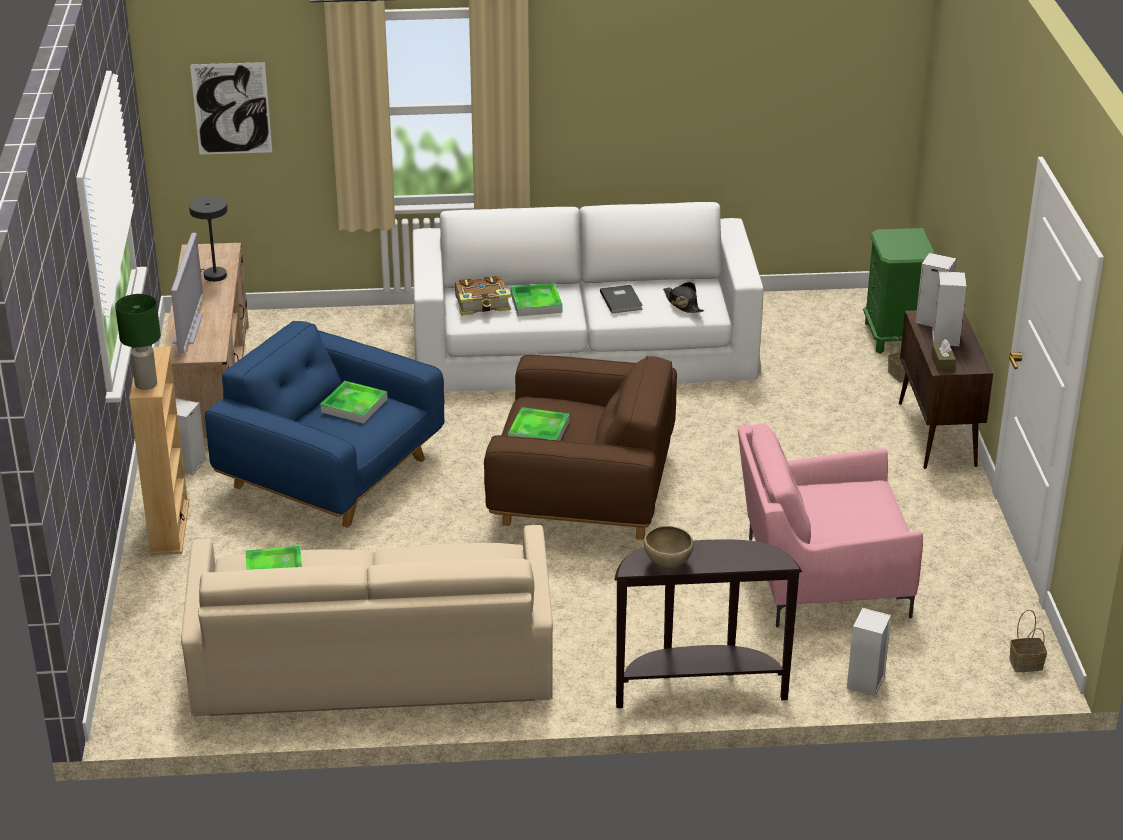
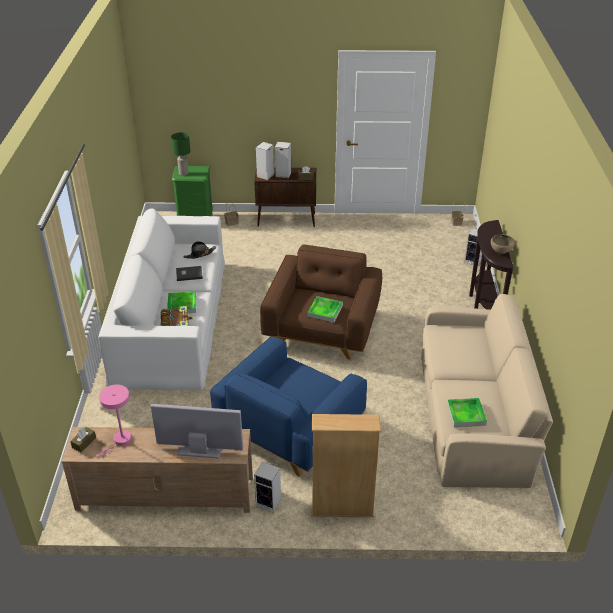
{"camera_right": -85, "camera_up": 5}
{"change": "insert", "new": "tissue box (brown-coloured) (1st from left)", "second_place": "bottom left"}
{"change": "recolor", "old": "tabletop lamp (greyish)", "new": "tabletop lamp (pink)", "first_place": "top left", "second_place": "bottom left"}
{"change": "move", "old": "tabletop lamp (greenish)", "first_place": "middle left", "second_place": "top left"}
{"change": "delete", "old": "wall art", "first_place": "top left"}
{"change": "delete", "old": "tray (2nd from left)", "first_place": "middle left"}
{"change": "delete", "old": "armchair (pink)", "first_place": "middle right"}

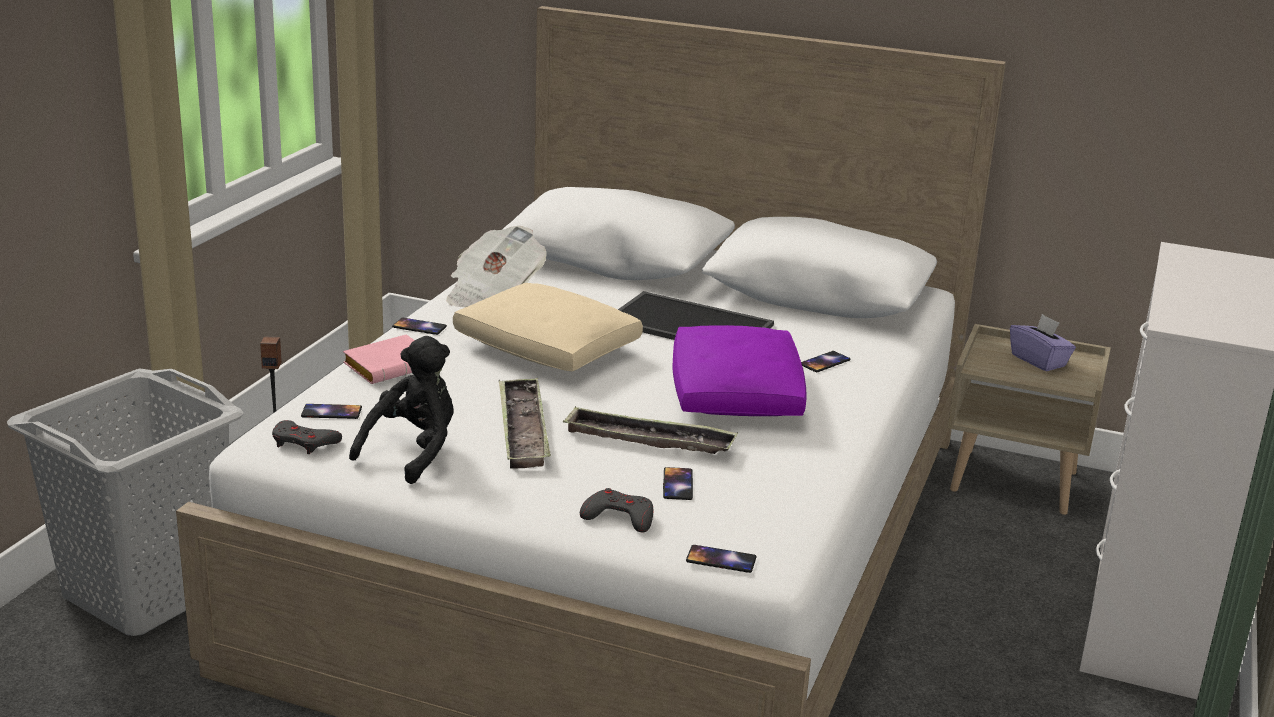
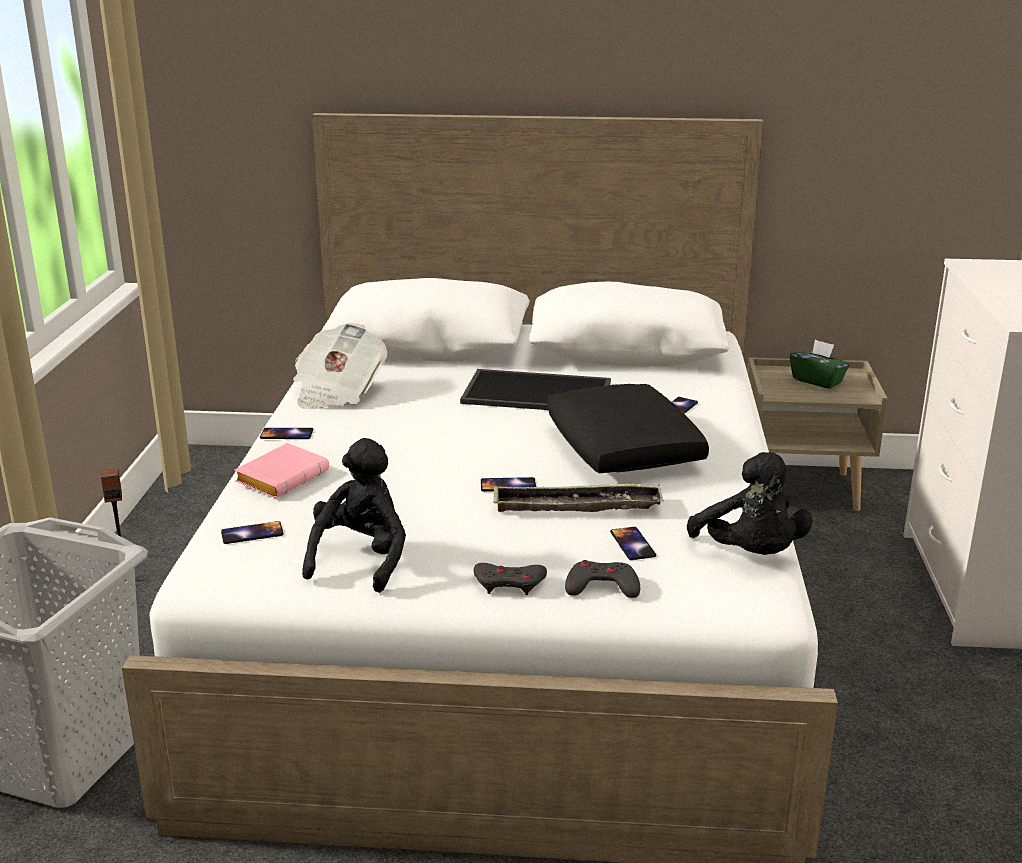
{"camera_right": -15, "camera_up": 0}
{"change": "move", "old": "joypad (greyish) (1st from left)", "first_place": "middle left", "second_place": "bottom centre"}
{"change": "move", "old": "phone (4th from left in the first image)", "new": "phone (3rd from left)", "first_place": "bottom centre", "second_place": "centre"}
{"change": "recolor", "old": "cushion (purple)", "new": "cushion (black)", "first_place": "centre", "second_place": "centre"}
{"change": "insert", "new": "plush toy (black) (2nd from left)", "second_place": "middle right"}
{"change": "recolor", "old": "tissue box (purple)", "new": "tissue box (greenish)", "first_place": "middle right", "second_place": "middle right"}
{"change": "delete", "old": "cushion (beige)", "first_place": "centre"}
{"change": "delete", "old": "tray (1st from left)", "first_place": "centre"}

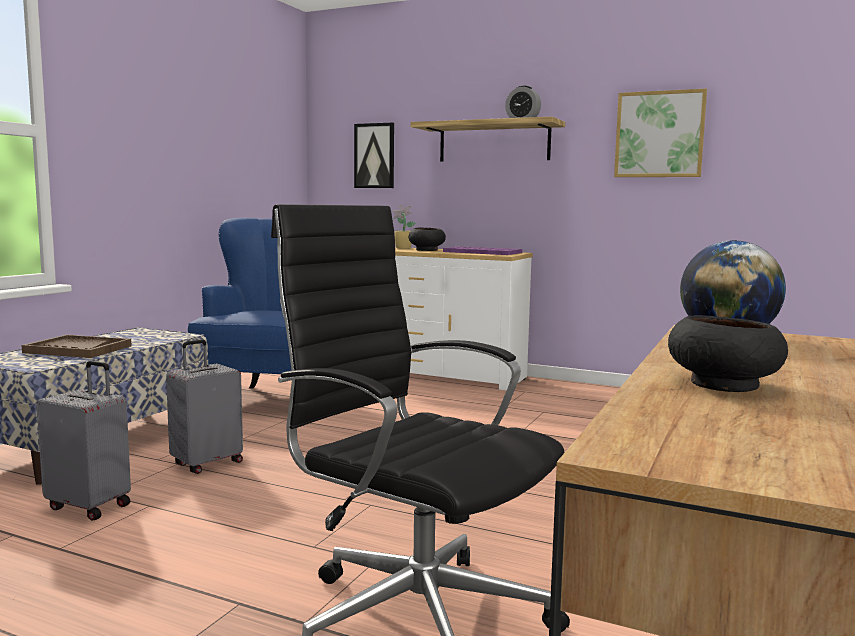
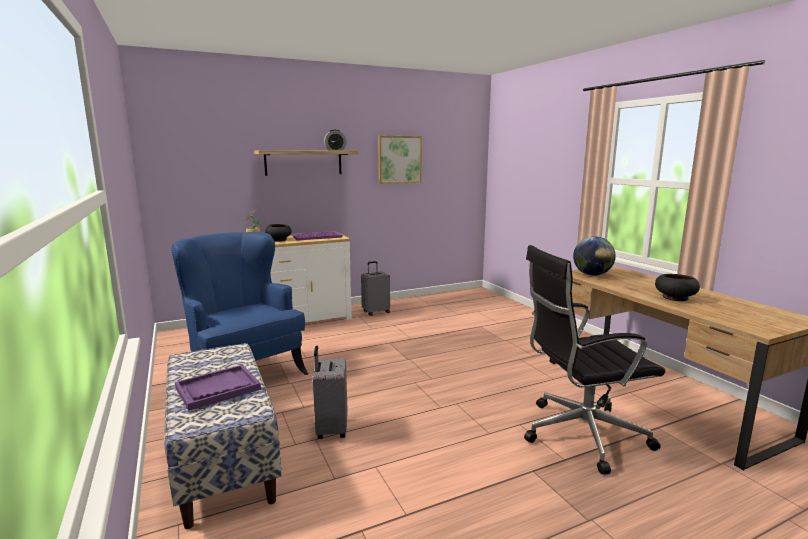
{"camera_right": -50, "camera_up": 5}
{"change": "recolor", "old": "tray (brown-coloured)", "new": "tray (purple) (1st from left)", "first_place": "middle left", "second_place": "bottom left"}
{"change": "move", "old": "suitcase (greyish) (1st from left in the first image)", "new": "suitcase (greyish) (2nd from left)", "first_place": "bottom left", "second_place": "centre"}
{"change": "delete", "old": "wall art (1st from left)", "first_place": "top centre"}

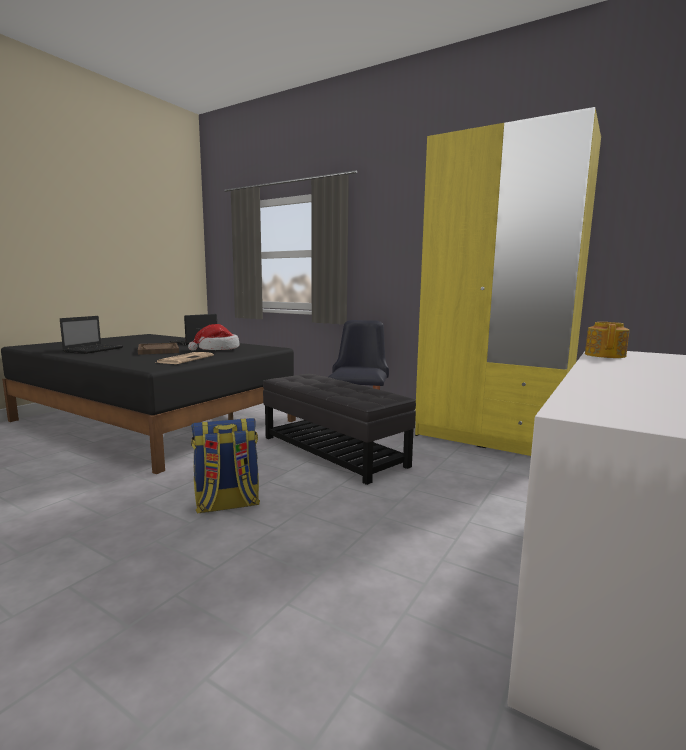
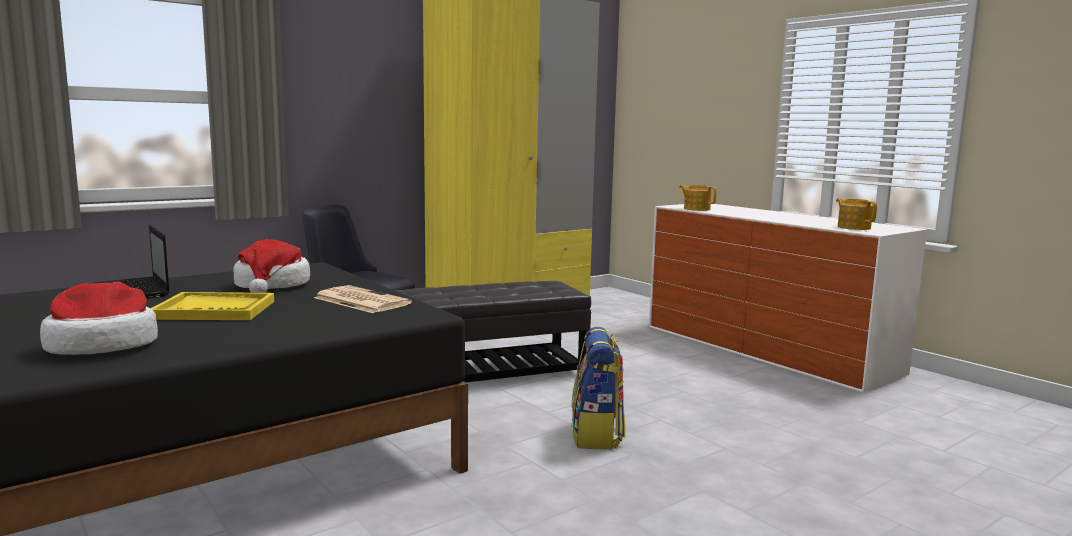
{"camera_right": -70, "camera_up": 0}
{"change": "replace", "old": "portable computer (1st from left)", "new": "wearable hat (1st from left)", "first_place": "middle left", "second_place": "middle left"}
{"change": "recolor", "old": "tray (brown-coloured)", "new": "tray (yellow)", "first_place": "middle left", "second_place": "middle left"}
{"change": "insert", "new": "pot for tea (2nd from left)", "second_place": "middle right"}

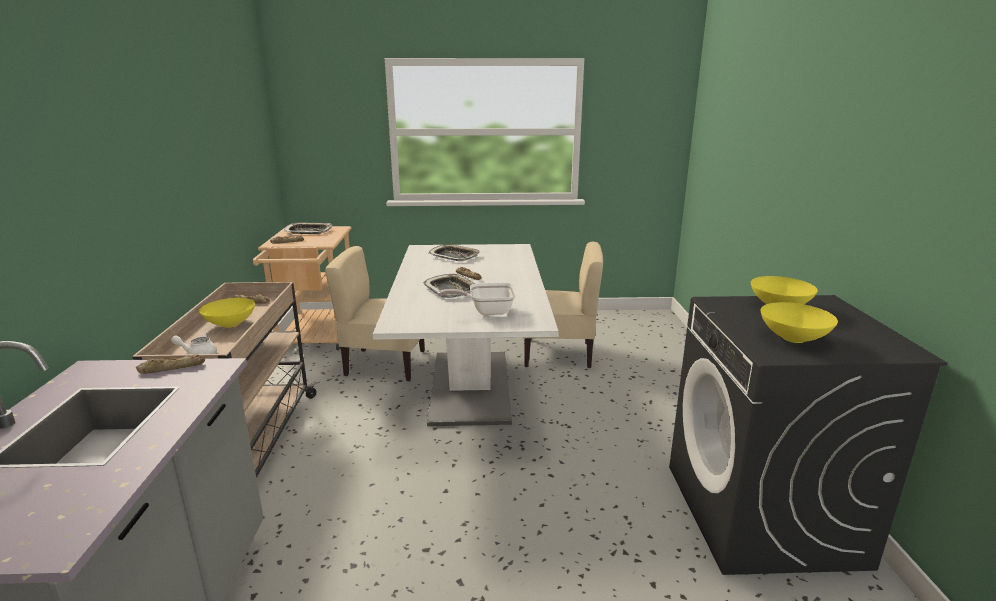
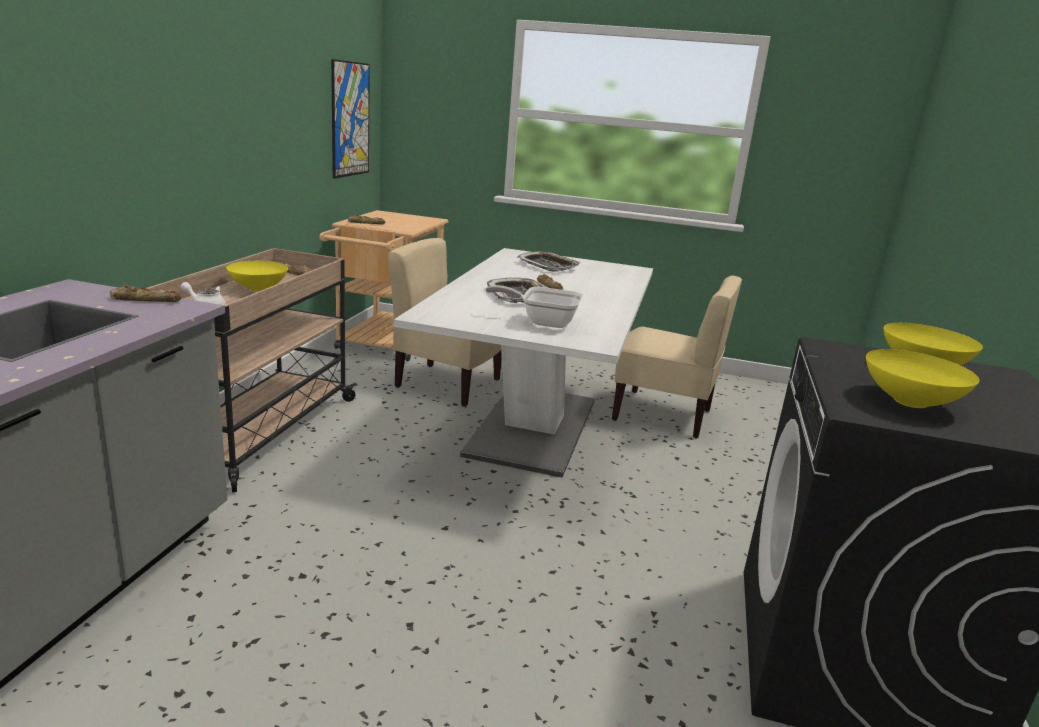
{"camera_right": 15, "camera_up": 0}
{"change": "insert", "new": "wall art", "second_place": "top centre"}
{"change": "delete", "old": "tray (1st from left)", "first_place": "middle left"}

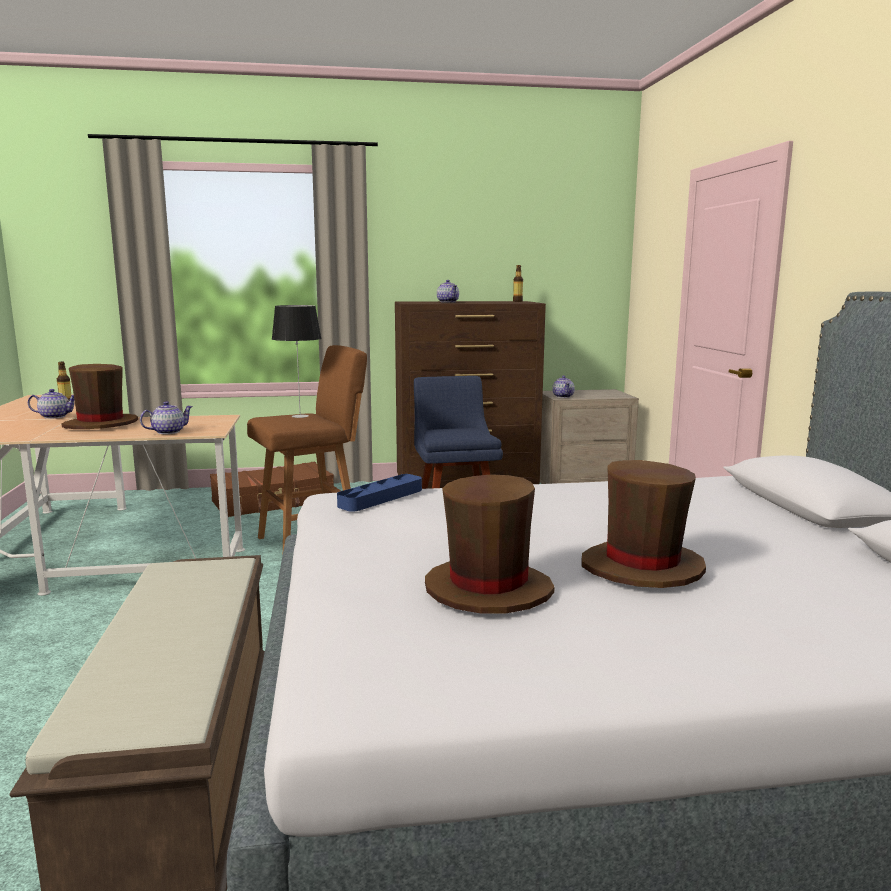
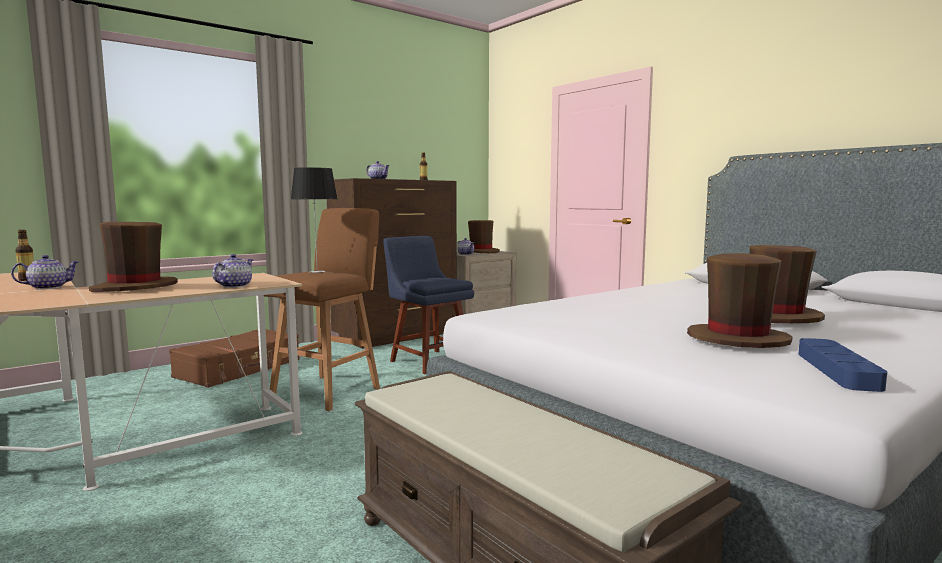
{"camera_right": -30, "camera_up": -5}
{"change": "insert", "new": "wearable hat (brown-coloured) (2nd from left)", "second_place": "centre"}
{"change": "move", "old": "tray (blue)", "first_place": "centre", "second_place": "middle right"}

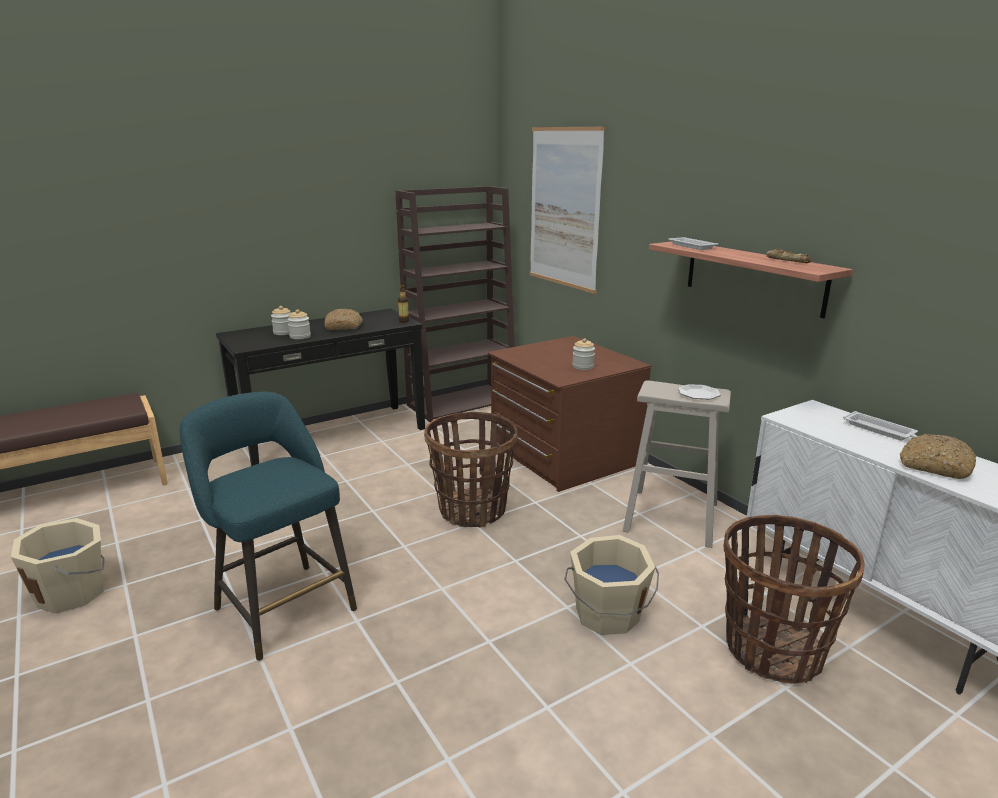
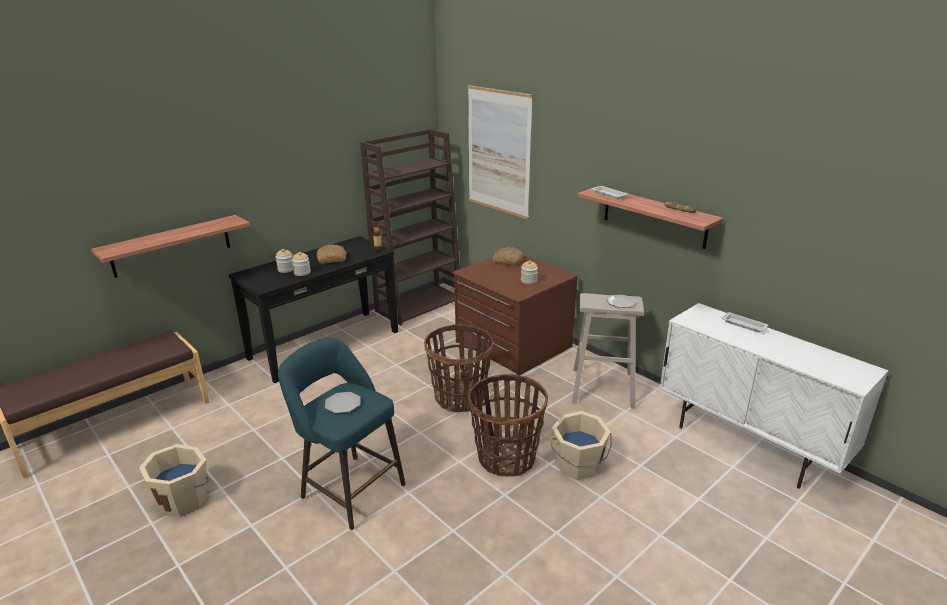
{"camera_right": -10, "camera_up": 5}
{"change": "insert", "new": "wall shelf (1st from left)", "second_place": "middle left"}
{"change": "insert", "new": "flat dish (1st from left)", "second_place": "centre"}
{"change": "move", "old": "household basket (2nd from left)", "first_place": "bottom right", "second_place": "bottom centre"}
{"change": "move", "old": "baked bread (3rd from left in the first image)", "new": "baked bread (2nd from left)", "first_place": "middle right", "second_place": "centre"}

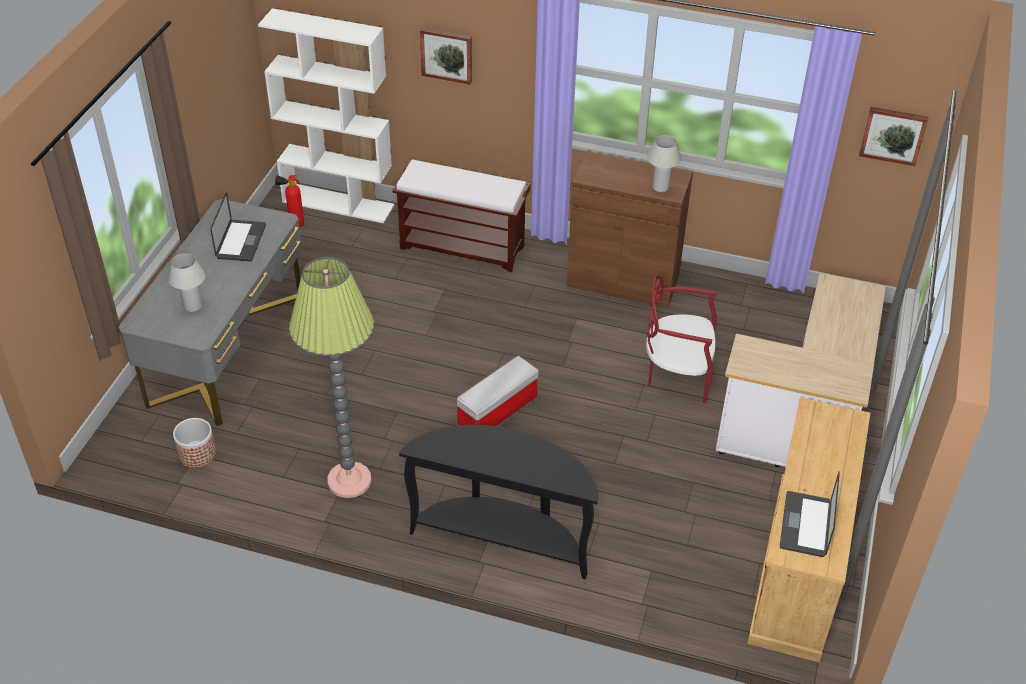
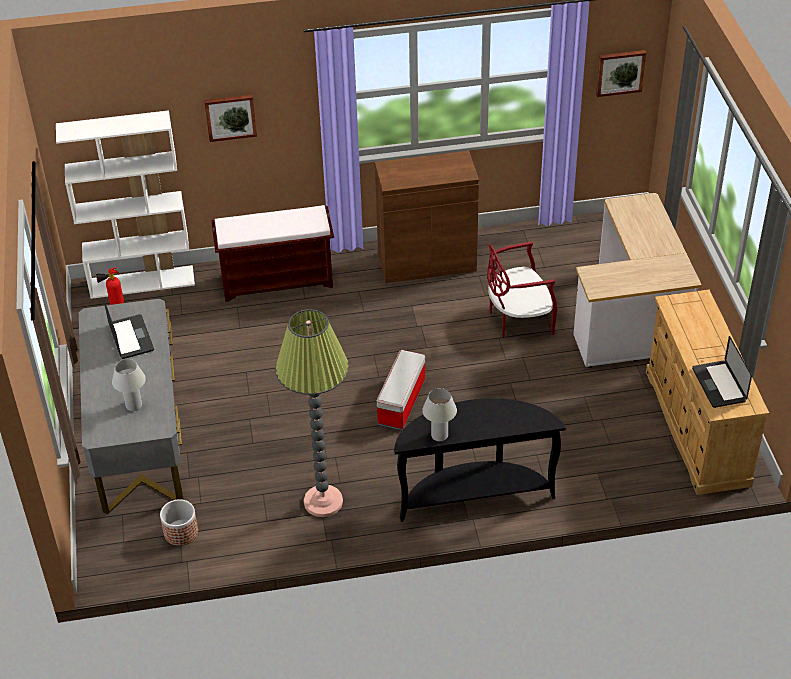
{"camera_right": -25, "camera_up": 0}
{"change": "move", "old": "tabletop lamp (whitish) (2nd from left)", "first_place": "top centre", "second_place": "centre"}

